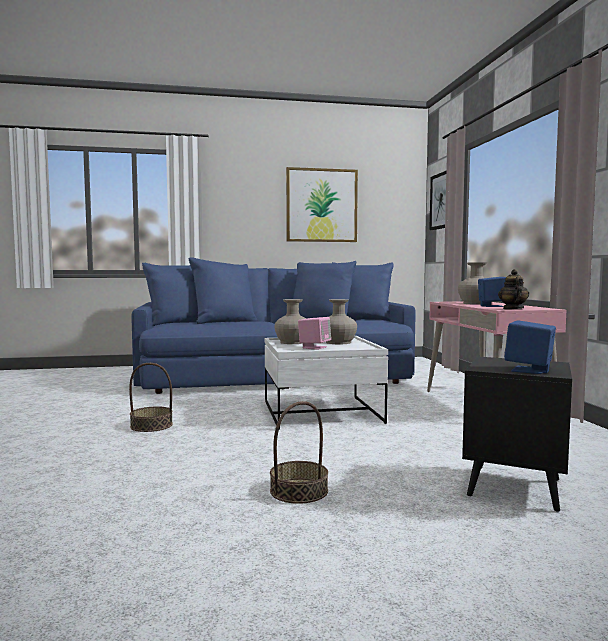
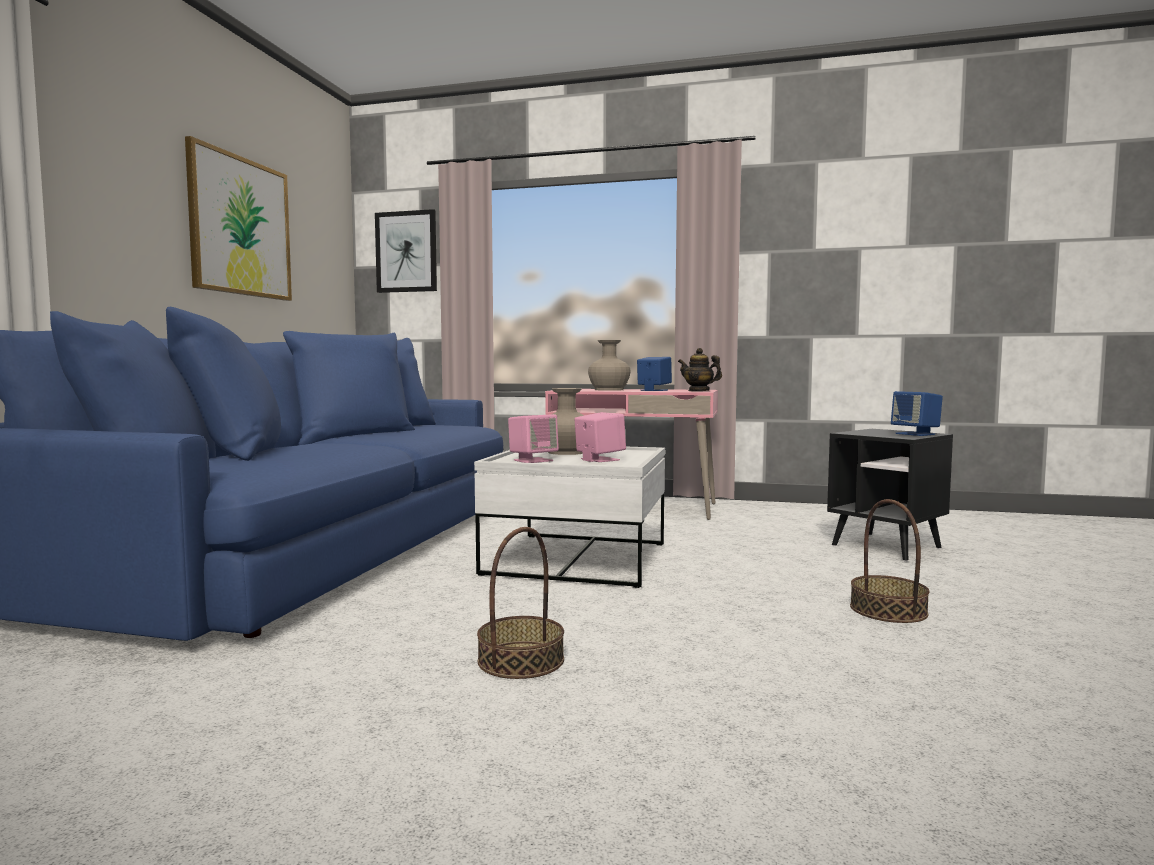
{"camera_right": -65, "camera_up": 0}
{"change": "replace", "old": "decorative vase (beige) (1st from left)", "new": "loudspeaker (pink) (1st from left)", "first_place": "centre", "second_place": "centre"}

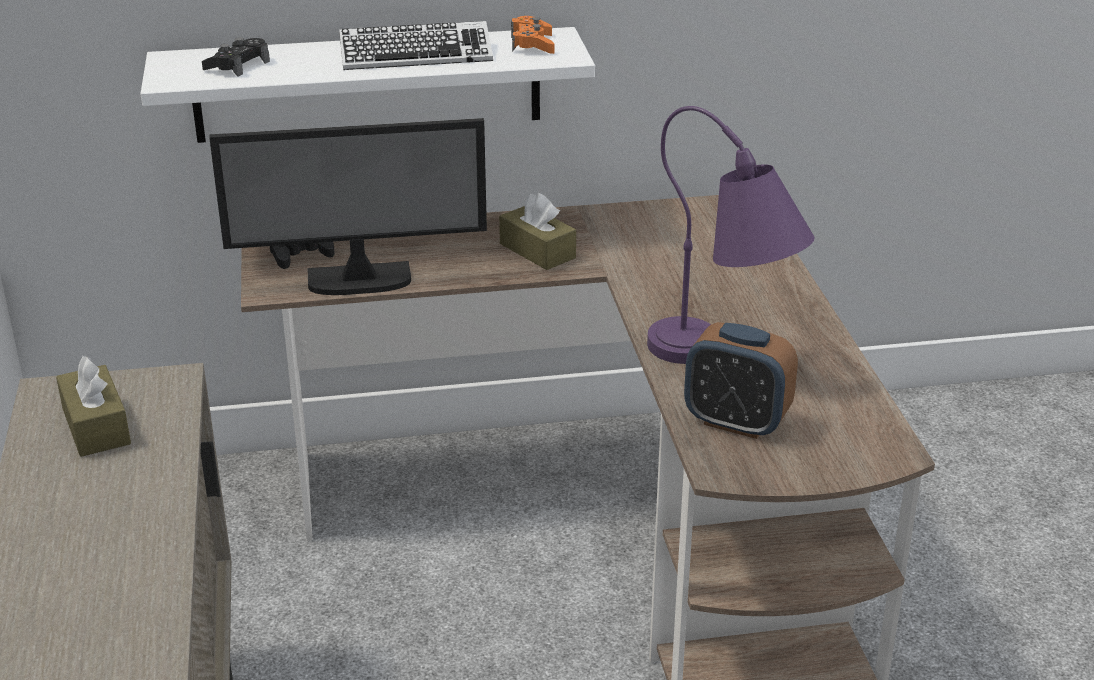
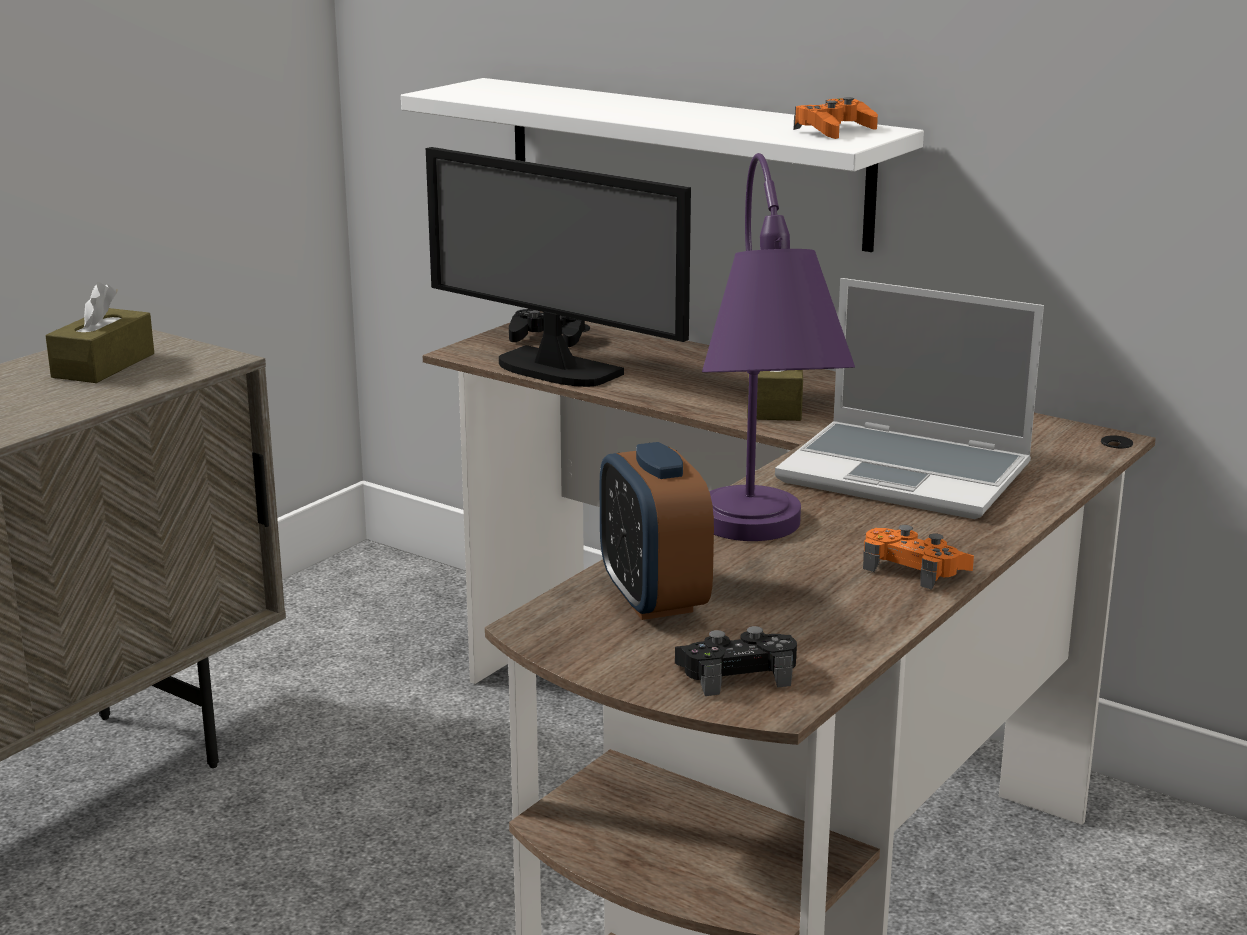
{"camera_right": 45, "camera_up": -10}
{"change": "move", "old": "joypad (black) (1st from left in the first image)", "new": "joypad (black) (2nd from left)", "first_place": "top left", "second_place": "bottom centre"}
{"change": "insert", "new": "portable computer", "second_place": "middle right"}
{"change": "insert", "new": "joypad (orange) (2nd from left)", "second_place": "middle right"}
{"change": "delete", "old": "PC keyboard", "first_place": "top centre"}

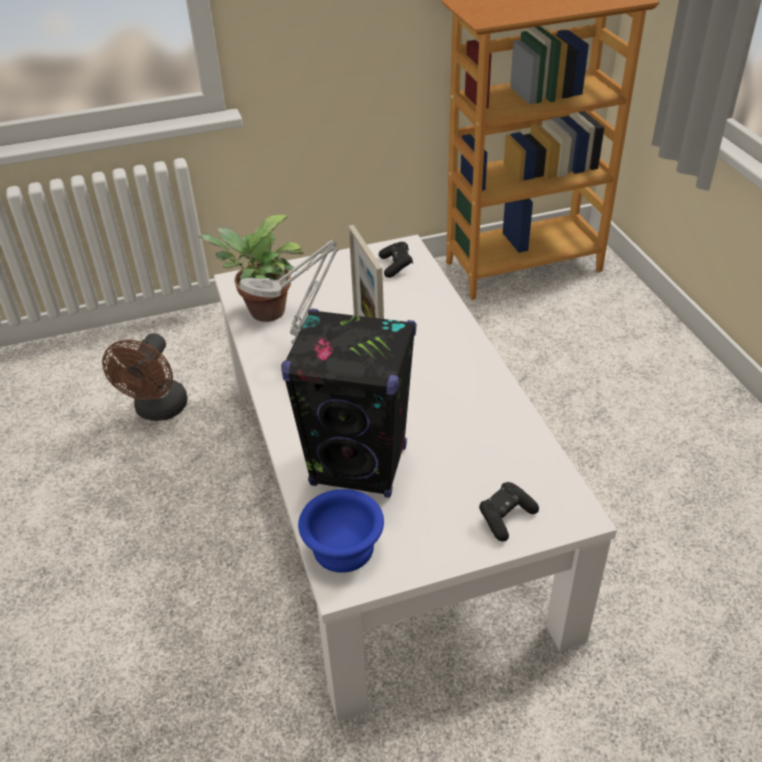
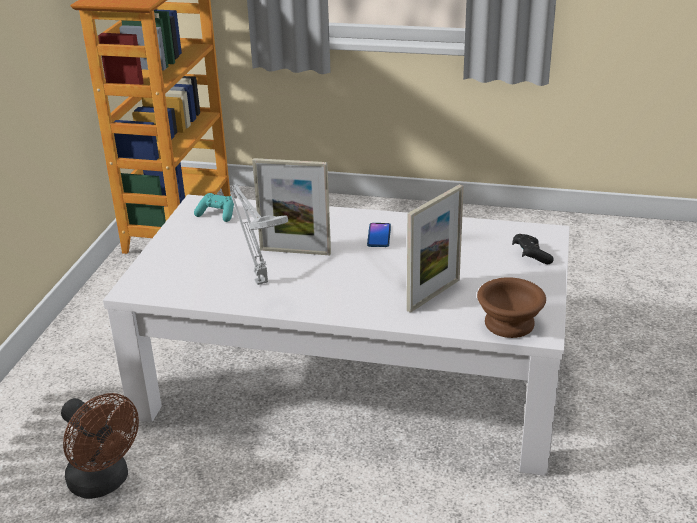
{"camera_right": -60, "camera_up": -10}
{"change": "recolor", "old": "joypad (black) (1st from left)", "new": "joypad (turquoise)", "first_place": "centre", "second_place": "middle left"}
{"change": "insert", "new": "phone", "second_place": "centre"}
{"change": "replace", "old": "loudspeaker (black)", "new": "photo frame (2nd from left)", "first_place": "centre", "second_place": "centre"}
{"change": "recolor", "old": "bowl (blue)", "new": "bowl (brown-coloured)", "first_place": "bottom centre", "second_place": "middle right"}
{"change": "delete", "old": "potted plant", "first_place": "middle left"}

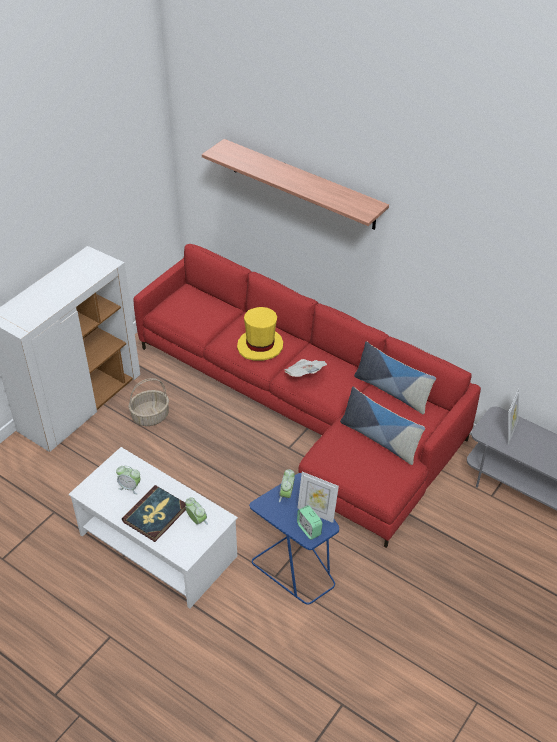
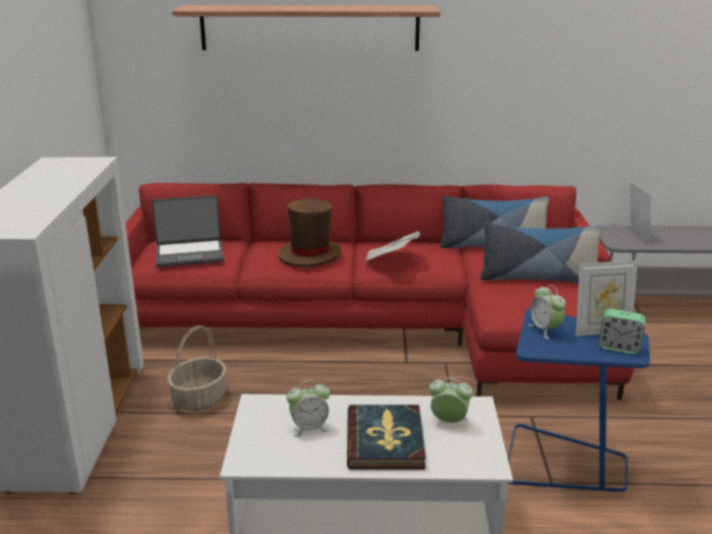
{"camera_right": -35, "camera_up": -20}
{"change": "insert", "new": "portable computer", "second_place": "middle left"}
{"change": "recolor", "old": "wearable hat (yellow)", "new": "wearable hat (brown-coloured)", "first_place": "centre", "second_place": "centre"}

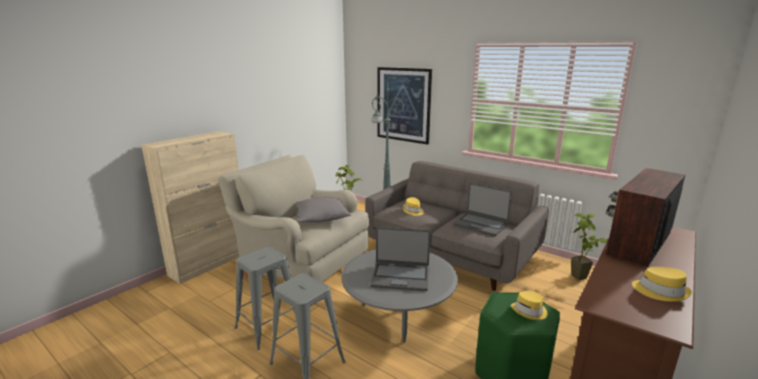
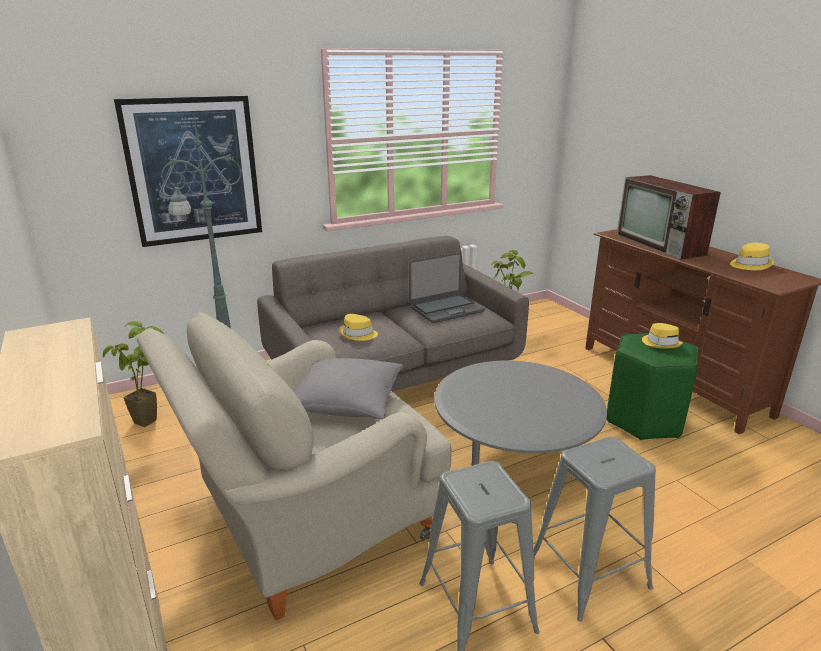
{"camera_right": -65, "camera_up": 5}
{"change": "delete", "old": "portable computer (1st from left)", "first_place": "bottom centre"}

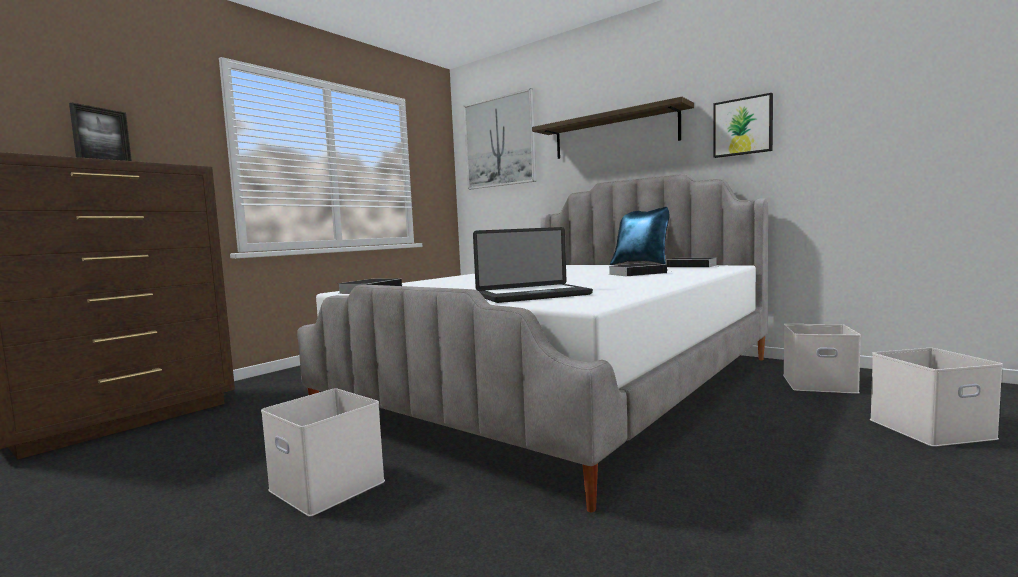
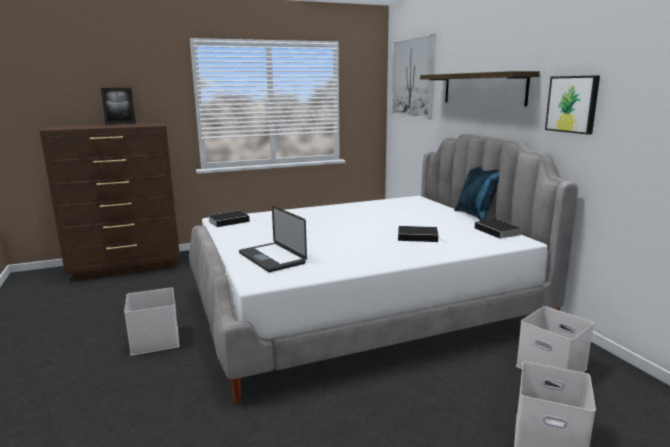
{"camera_right": 30, "camera_up": 10}
{"change": "rotate", "old": "portable computer", "first_place": "centre", "second_place": "centre", "degrees": 45}

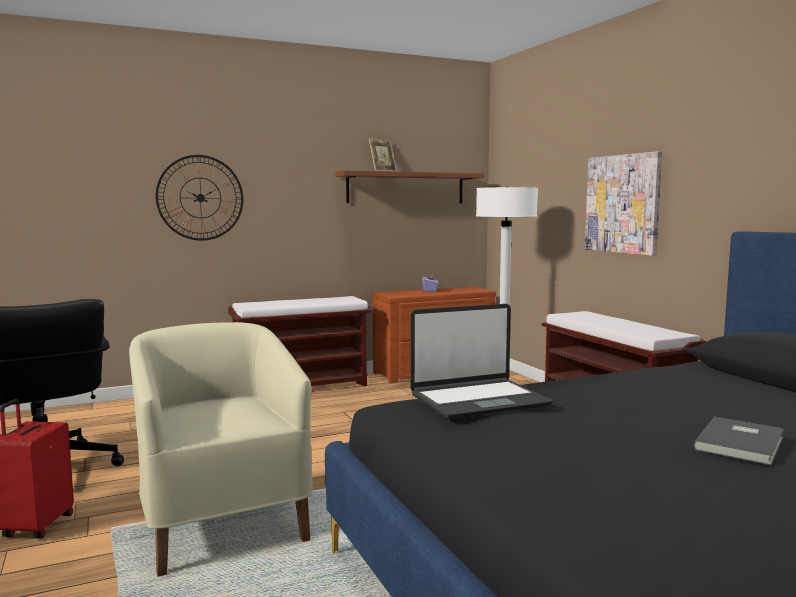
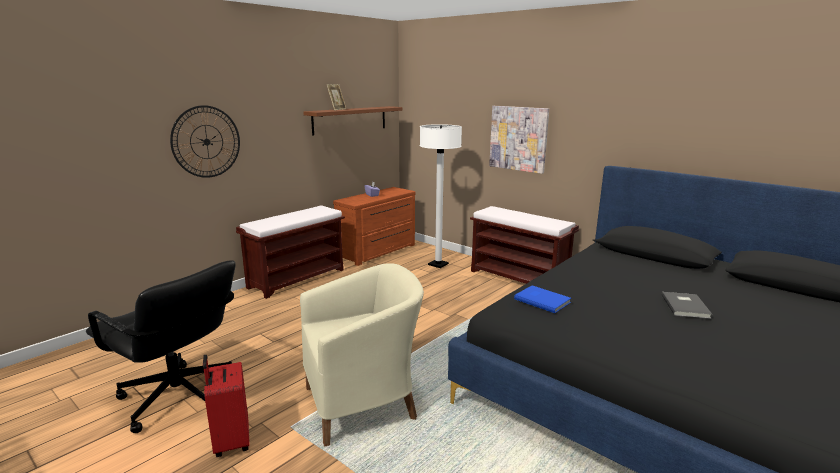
{"camera_right": -25, "camera_up": 10}
{"change": "rotate", "old": "armchair (beige)", "first_place": "bottom left", "second_place": "bottom centre", "degrees": 120}
{"change": "replace", "old": "portable computer", "new": "book (blue)", "first_place": "centre", "second_place": "centre"}

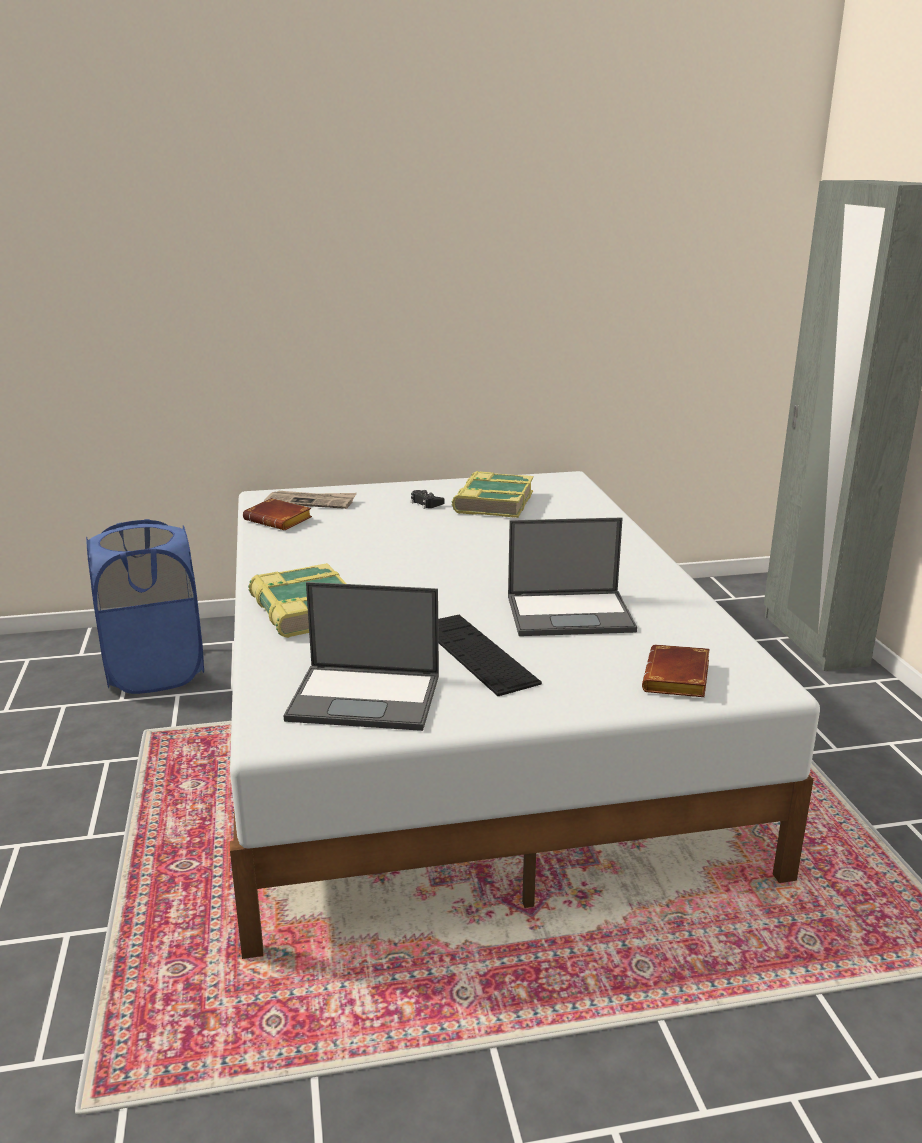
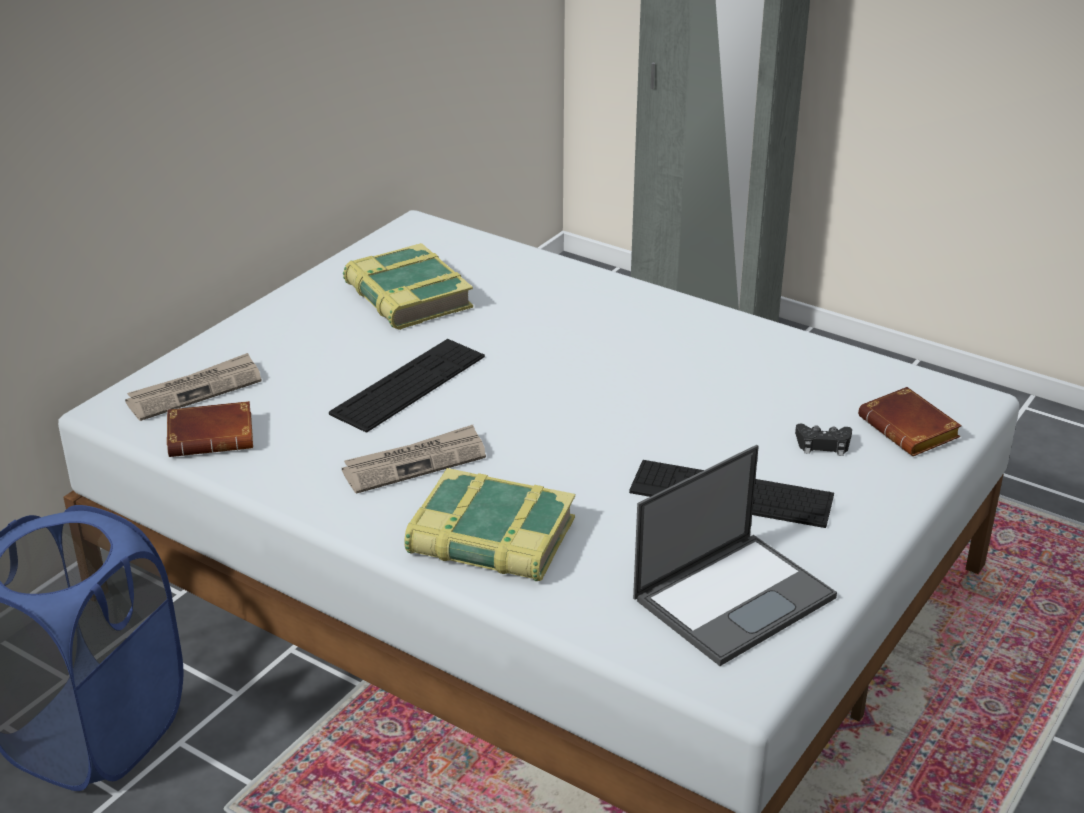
{"camera_right": -45, "camera_up": 10}
{"change": "insert", "new": "PC keyboard (1st from left)", "second_place": "centre"}
{"change": "insert", "new": "printed paper (2nd from left)", "second_place": "centre"}
{"change": "move", "old": "joypad (black)", "first_place": "centre", "second_place": "middle right"}
{"change": "delete", "old": "portable computer (2nd from left)", "first_place": "centre"}

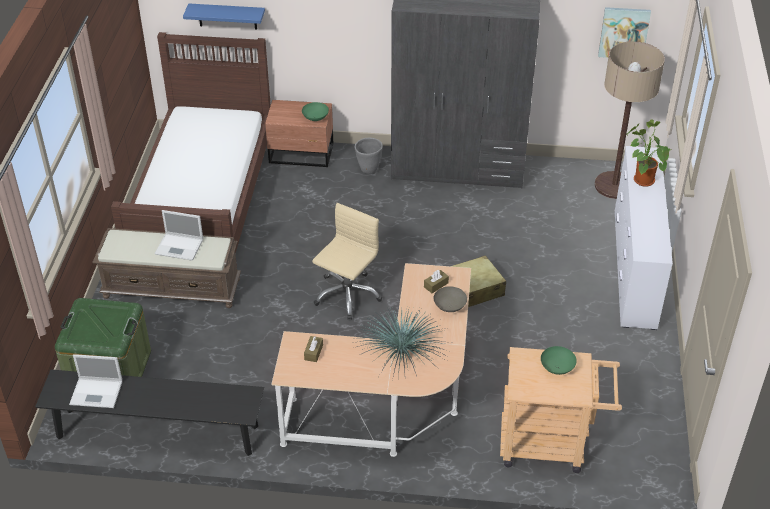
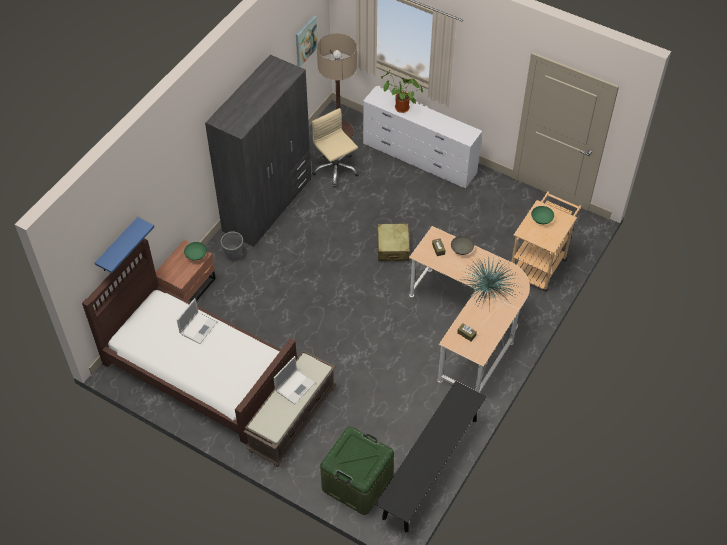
{"camera_right": -65, "camera_up": 10}
{"change": "move", "old": "portable computer (1st from left)", "first_place": "bottom left", "second_place": "middle left"}
{"change": "move", "old": "desk chair (beige)", "first_place": "centre", "second_place": "top centre"}

